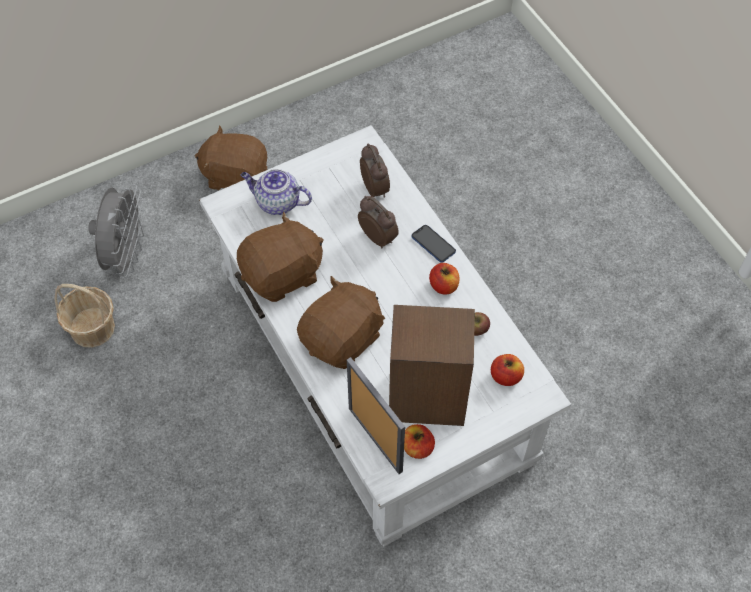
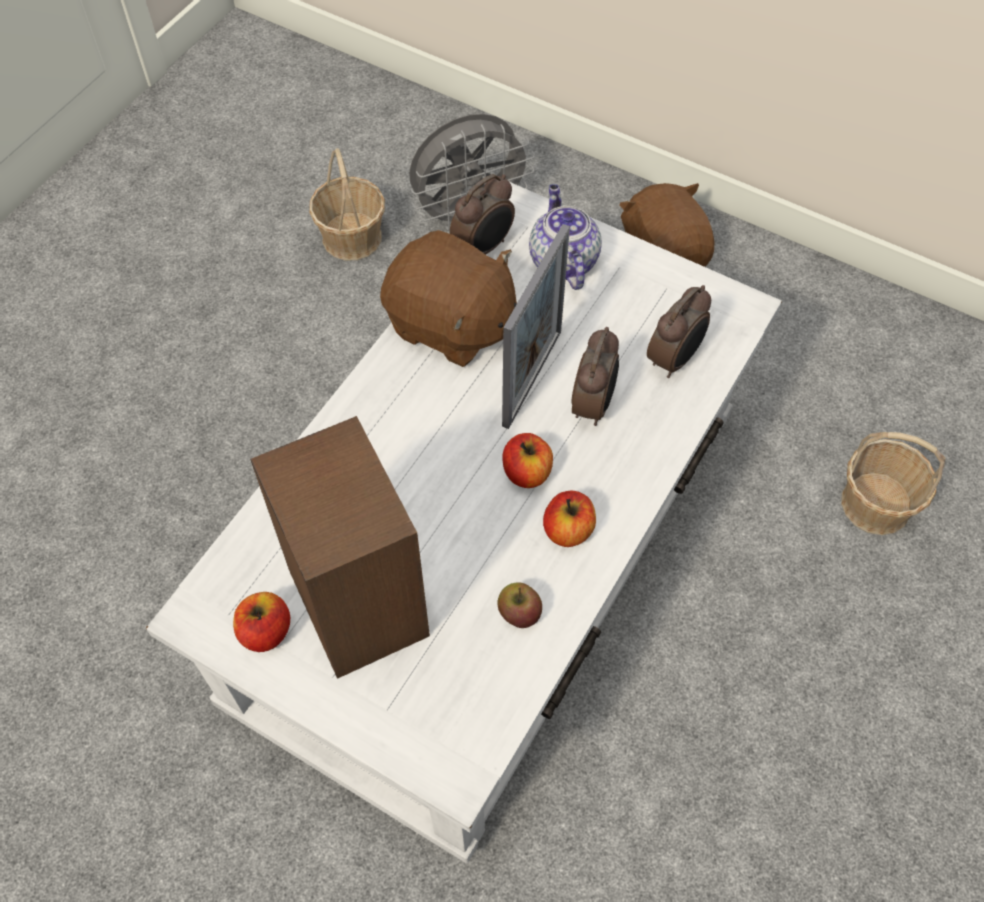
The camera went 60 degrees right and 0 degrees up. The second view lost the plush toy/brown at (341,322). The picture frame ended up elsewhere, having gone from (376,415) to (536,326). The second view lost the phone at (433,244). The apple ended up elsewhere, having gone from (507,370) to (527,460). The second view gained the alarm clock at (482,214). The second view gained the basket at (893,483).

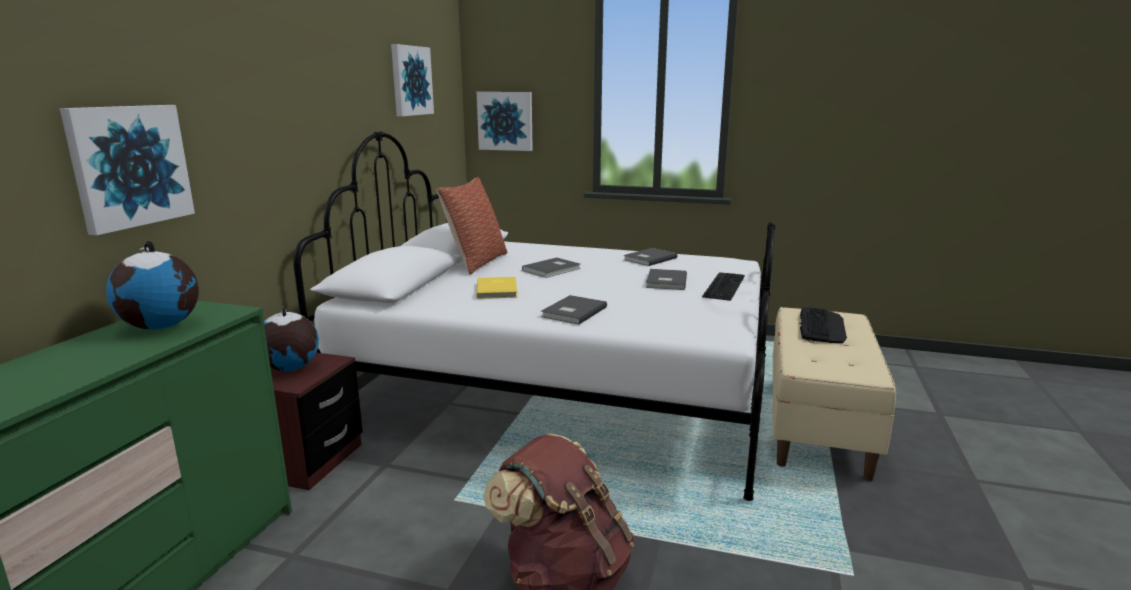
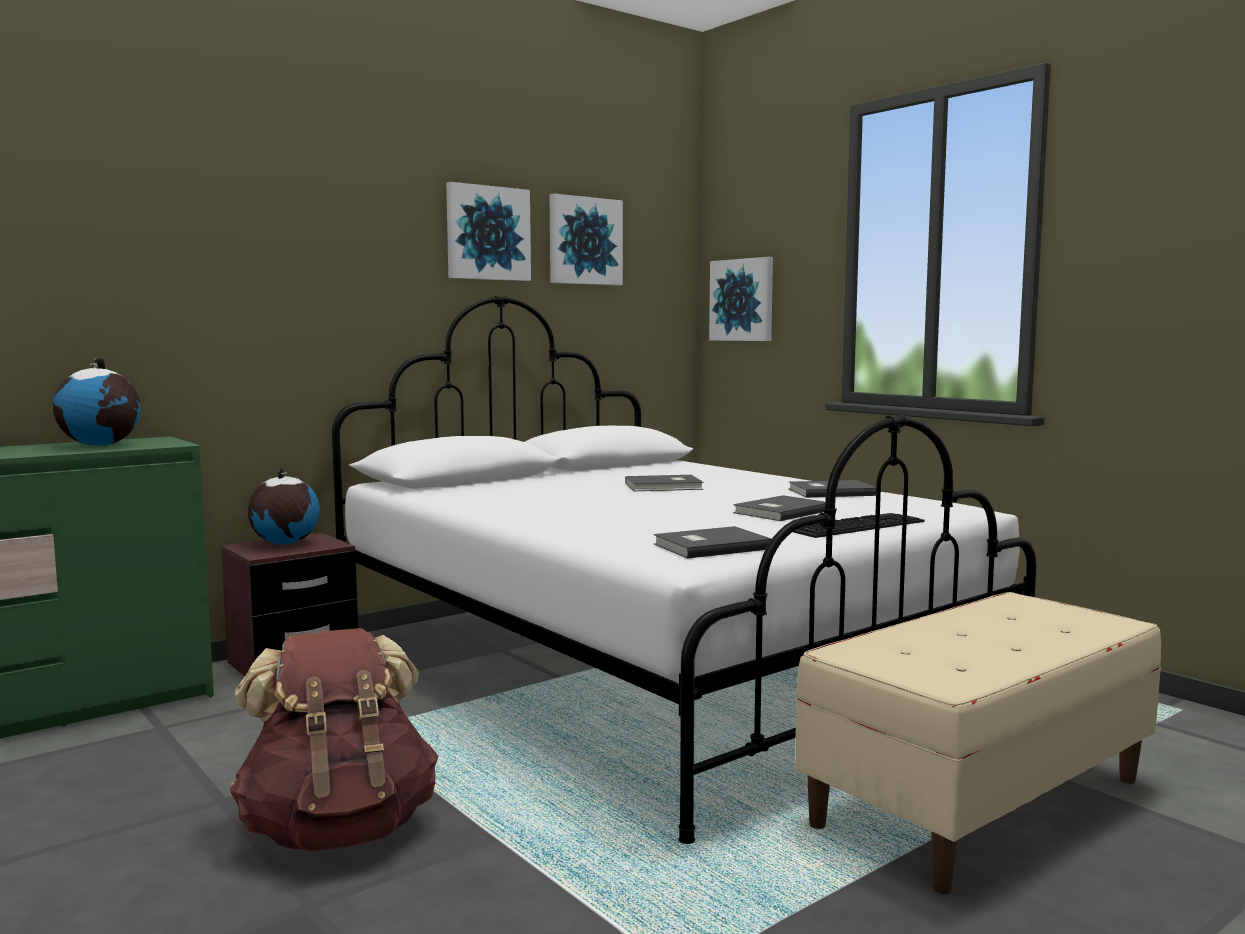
The camera went 35 degrees right and 10 degrees down. The picture ended up elsewhere, having gone from (127,170) to (488,231). The second view lost the pillow at (471,225). The second view lost the book/yellow at (497,288). The book/grey ended up elsewhere, having gone from (574,310) to (713,542). The second view lost the keyboard at (823,325).

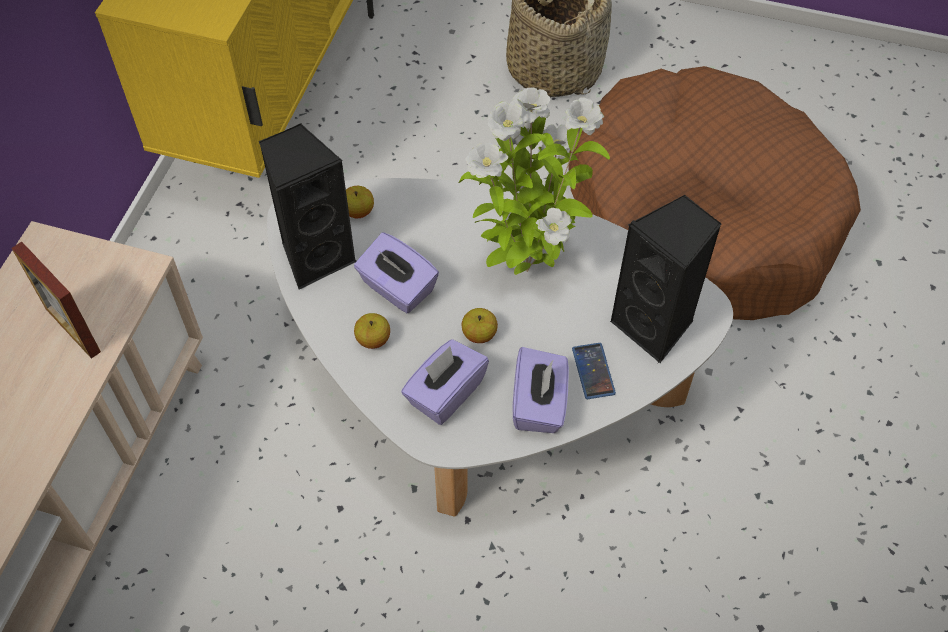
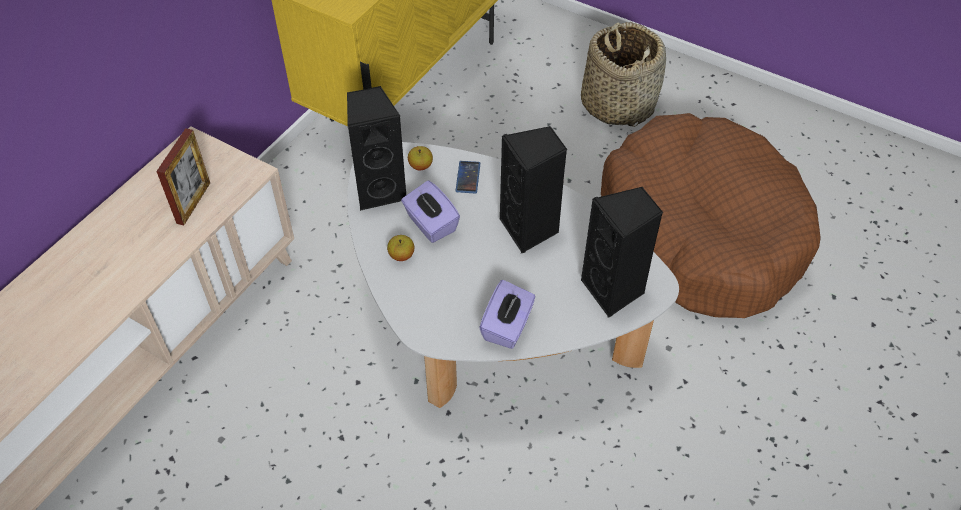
The camera went 15 degrees right and 5 degrees down. The picture frame at (56,300) ended up facing another way, 135 degrees counterclockwise from before. The second view lost the tissue box/purple at (445,382). Where the potted plant stood at (534,181), the speaker/black came to stand at (533,189). The second view lost the apple at (480,325). The phone ended up elsewhere, having gone from (594,371) to (468,177).

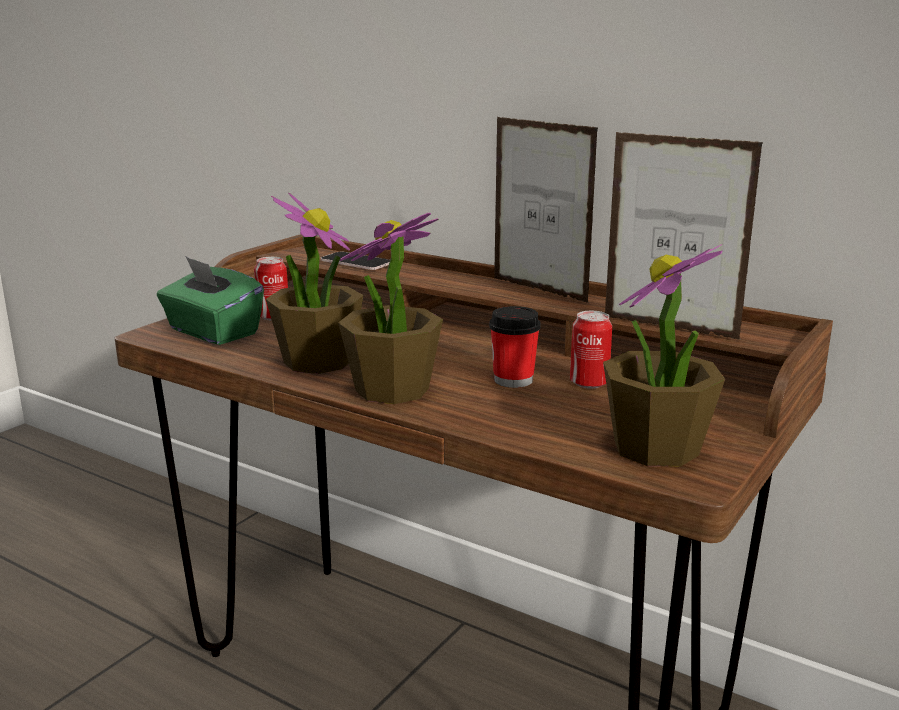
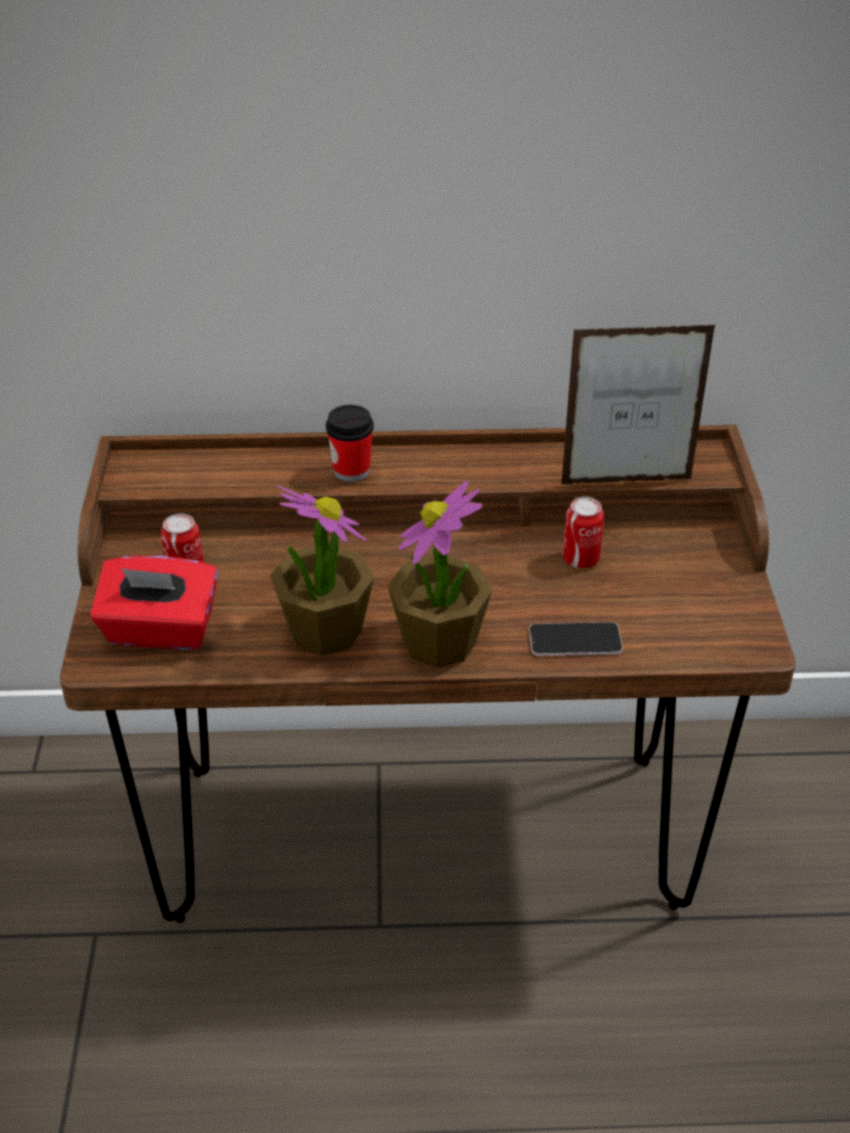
The camera went 35 degrees left and 20 degrees up. What was the tissue box/green at (210,301) turned into the tissue box/red at (154,603). The phone ended up elsewhere, having gone from (355,261) to (576,639). The cup ended up elsewhere, having gone from (515,347) to (350,443). The second view lost the picture frame at (546,210). The second view lost the potted plant at (664,355).

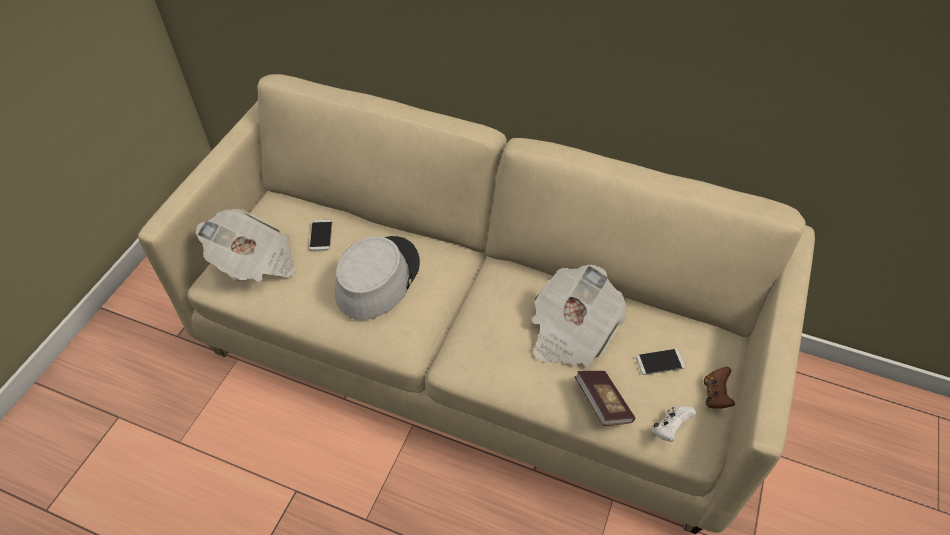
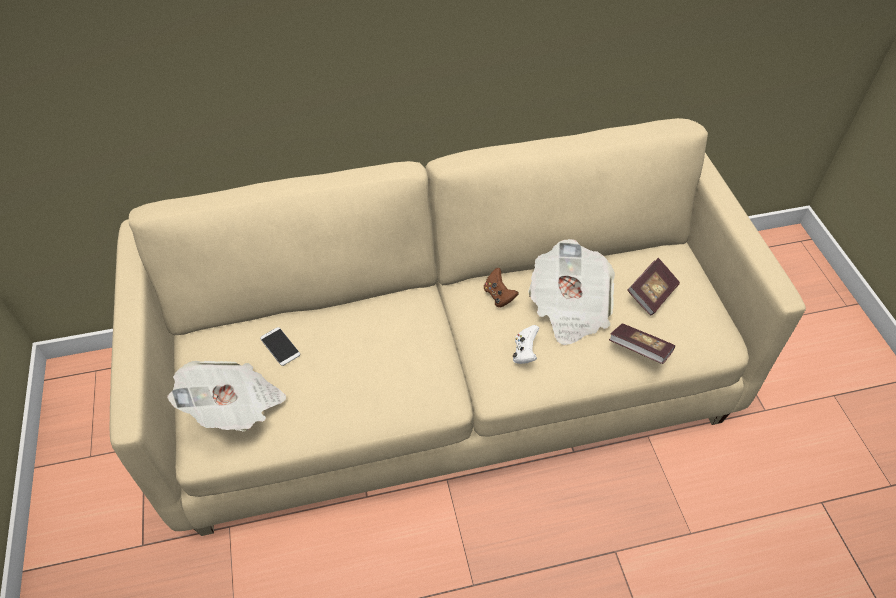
The camera went 35 degrees left and 0 degrees up. The second view lost the hat/grey at (377,278). Where the phone stood at (660,362), the book came to stand at (654,286). The game controller/white ended up elsewhere, having gone from (674,424) to (526,344). The game controller/brown ended up elsewhere, having gone from (719,388) to (501,288).

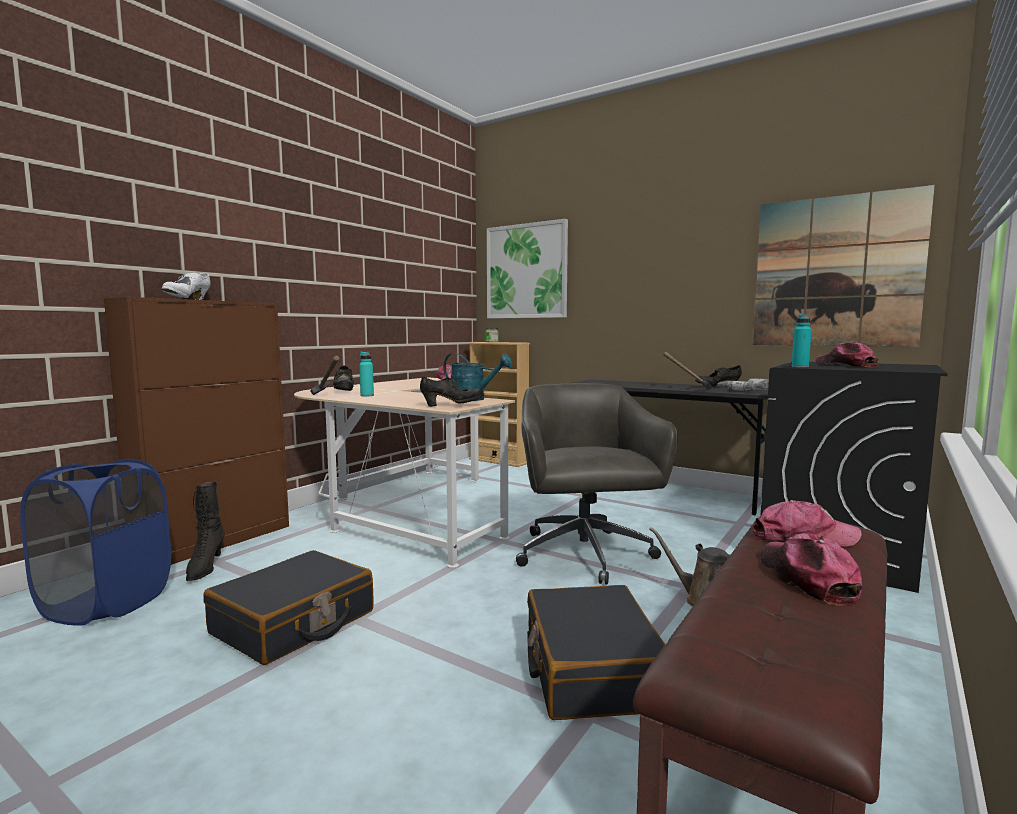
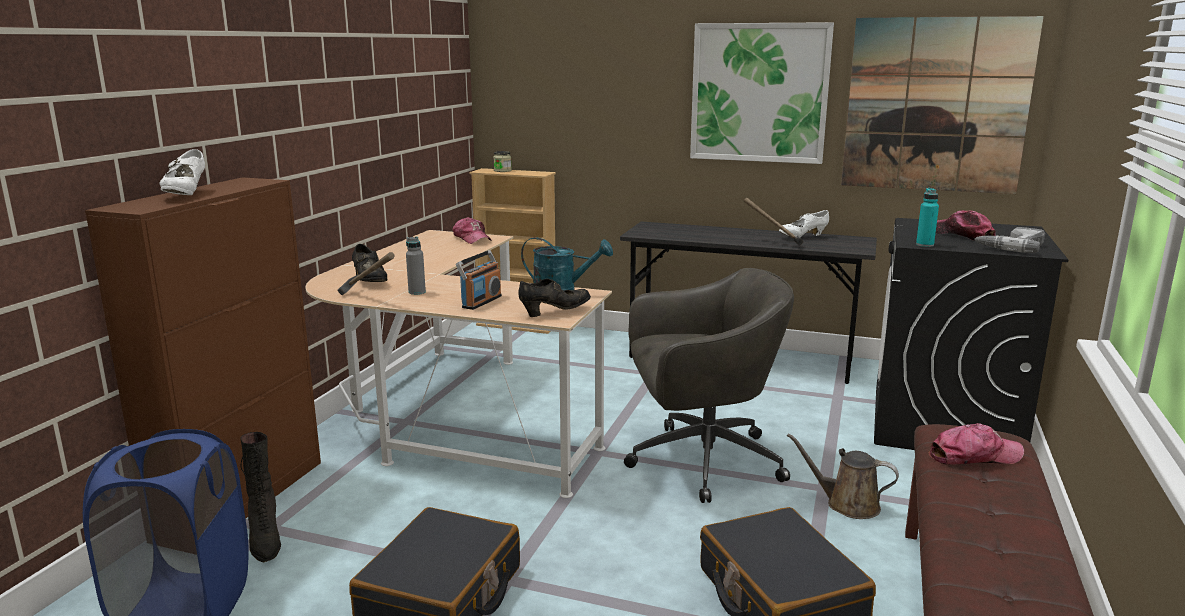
The camera went 15 degrees left and 10 degrees up. What was the bottle/turquoise at (366,374) turned into the bottle/grey at (416,265). The picture ended up elsewhere, having gone from (527,269) to (762,93). The office chair/grey at (597,484) ended up facing another way, 105 degrees clockwise from before. What was the shoe/black at (718,376) turned into the shoe/white at (804,223). The power drill ended up elsewhere, having gone from (743,384) to (1009,240). The second view lost the cap at (812,569). The second view gained the radio at (479,280).

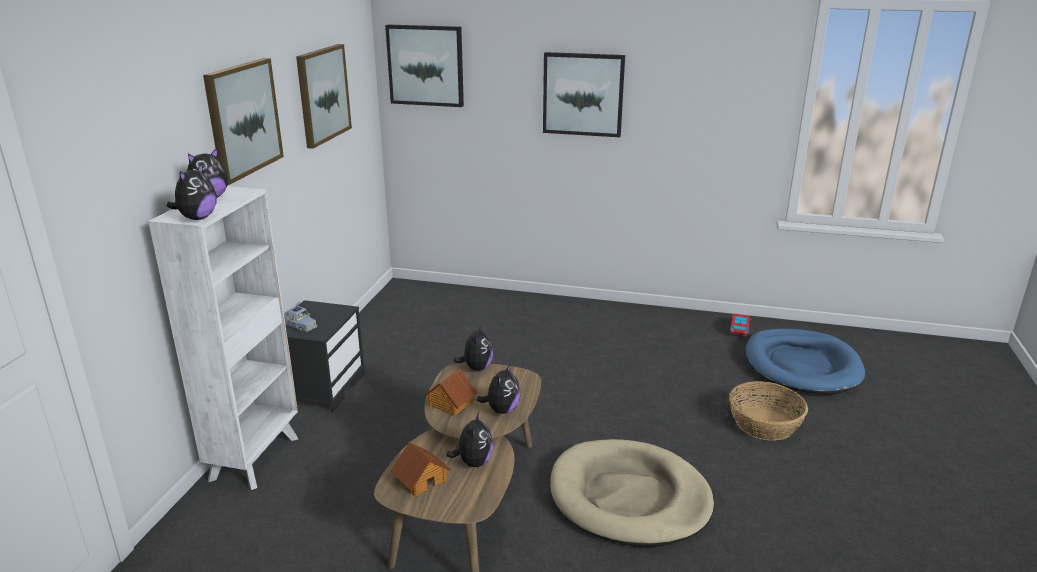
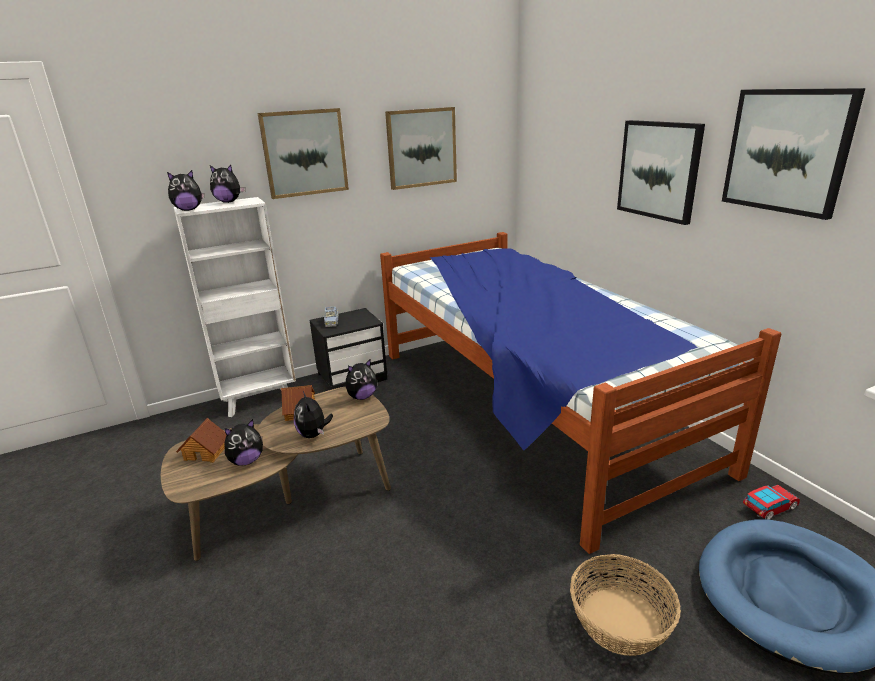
The camera went 50 degrees right and 0 degrees up. The picture ended up elsewhere, having gone from (424,66) to (793,154). The plush toy at (499,388) ended up facing another way, 90 degrees clockwise from before. The second view lost the dog bed/beige at (632,493). The second view gained the bed at (580,393).

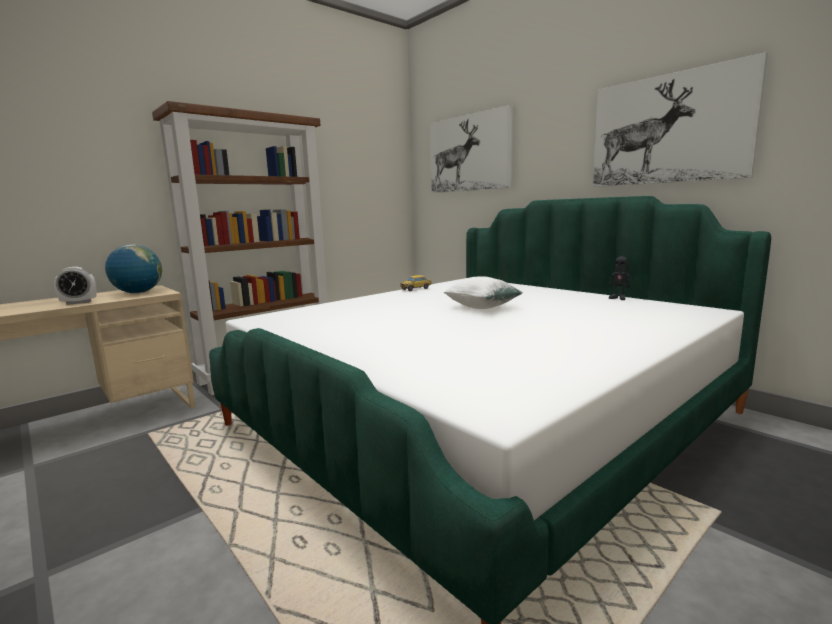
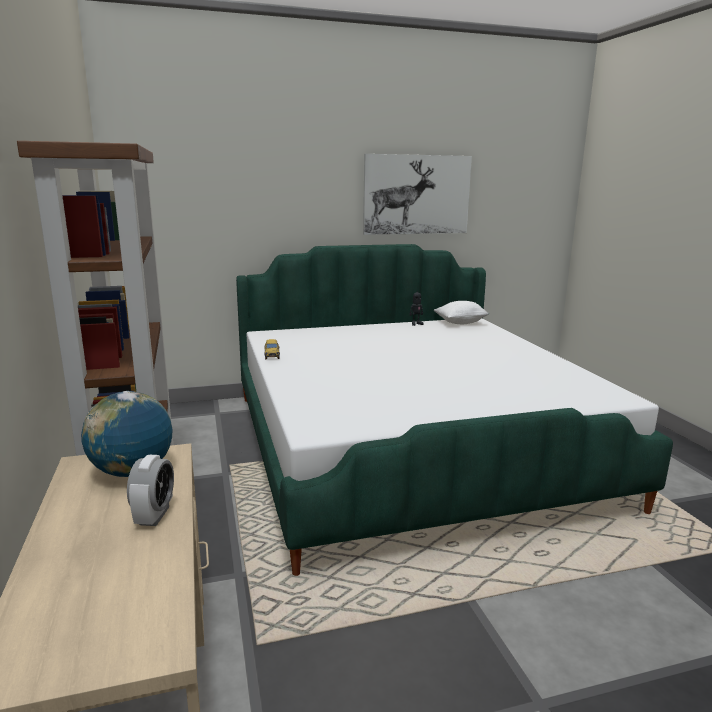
The camera went 65 degrees left and 5 degrees up. The second view lost the picture at (471,149). The pillow/white ended up elsewhere, having gone from (483,292) to (461,312).

